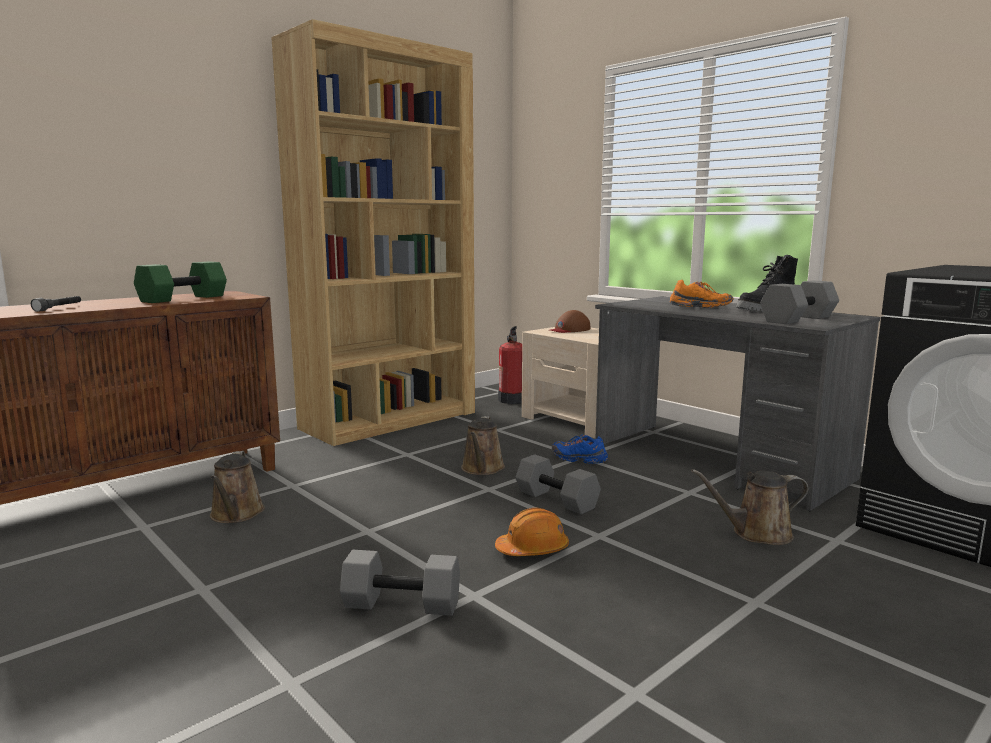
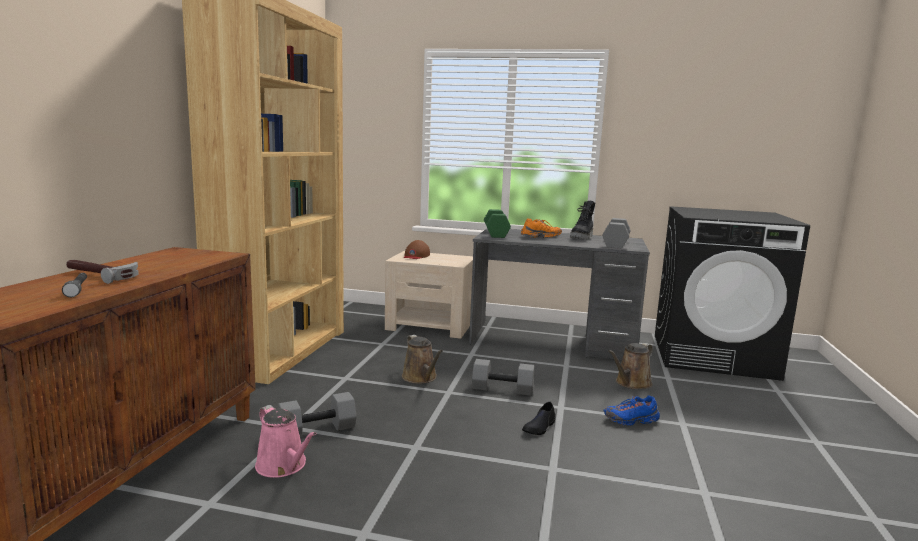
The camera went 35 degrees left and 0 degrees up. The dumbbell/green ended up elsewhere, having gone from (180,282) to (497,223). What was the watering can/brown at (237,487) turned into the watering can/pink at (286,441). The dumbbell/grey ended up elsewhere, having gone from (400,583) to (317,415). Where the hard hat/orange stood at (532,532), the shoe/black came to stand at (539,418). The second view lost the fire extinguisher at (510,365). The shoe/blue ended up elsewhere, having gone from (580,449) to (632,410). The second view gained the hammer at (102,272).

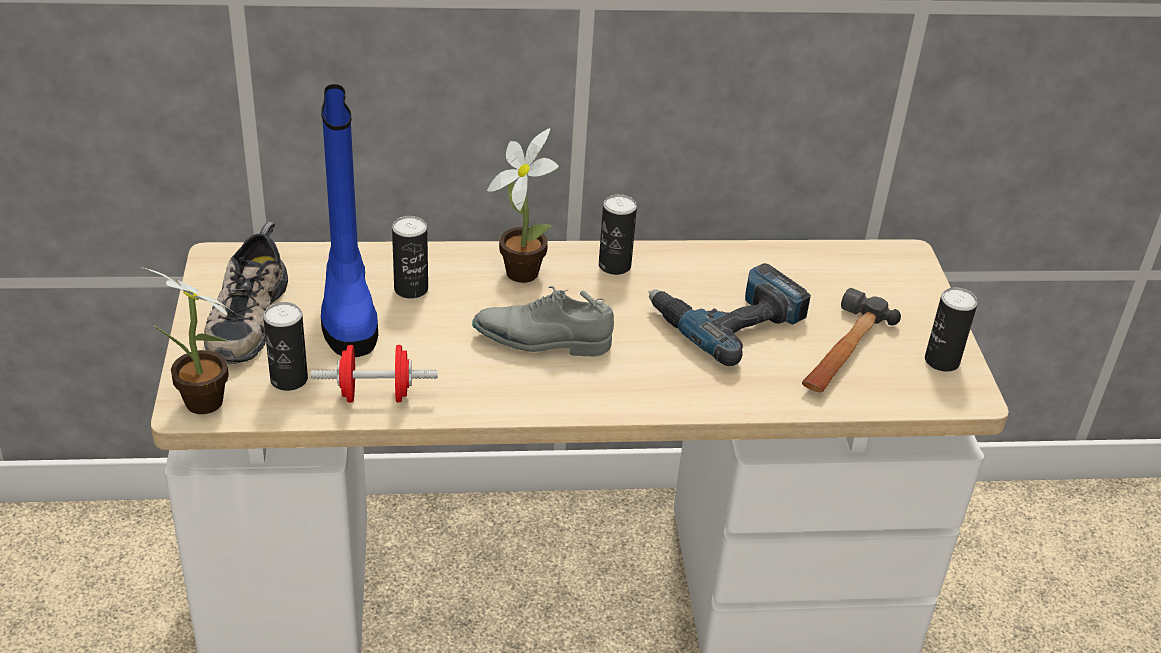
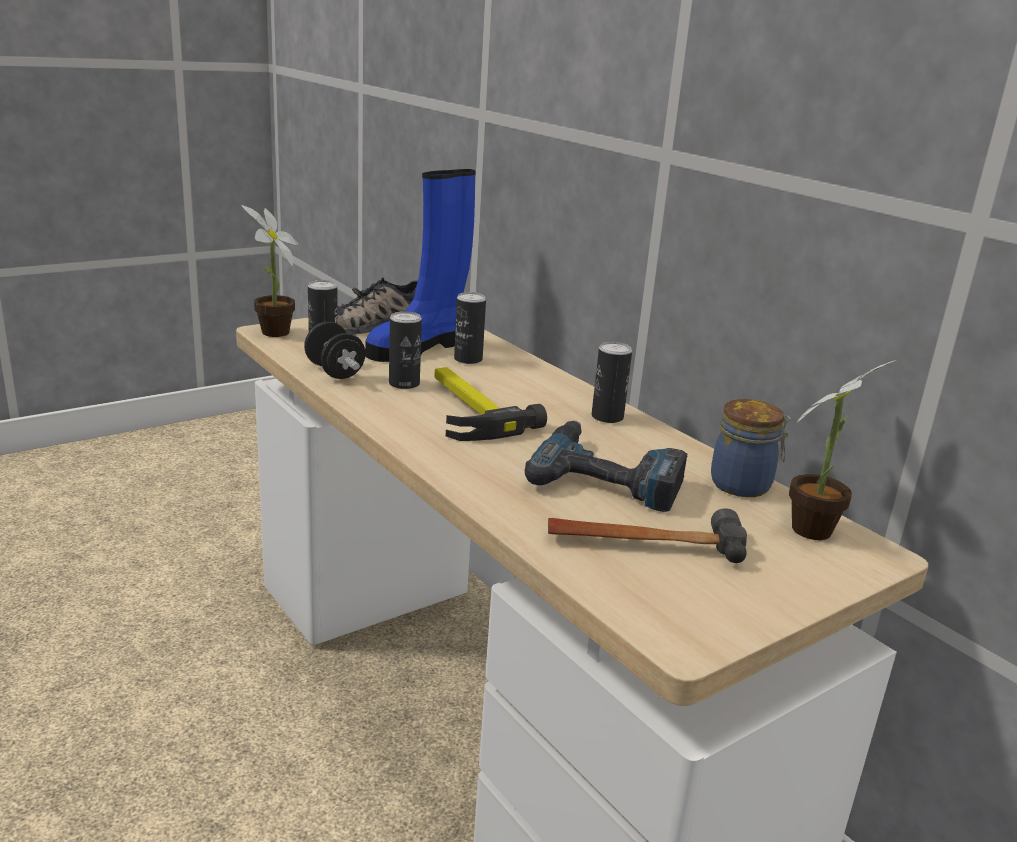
The camera went 60 degrees right and 15 degrees down. What was the dumbbell/red at (374,374) turned into the dumbbell/black at (335,350). Where the shoe/grey stood at (543,321), the hammer came to stand at (491,404). The potted plant ended up elsewhere, having gone from (523,205) to (842,450). The can ended up elsewhere, having gone from (951,329) to (405,350). The second view gained the jar at (751,448).

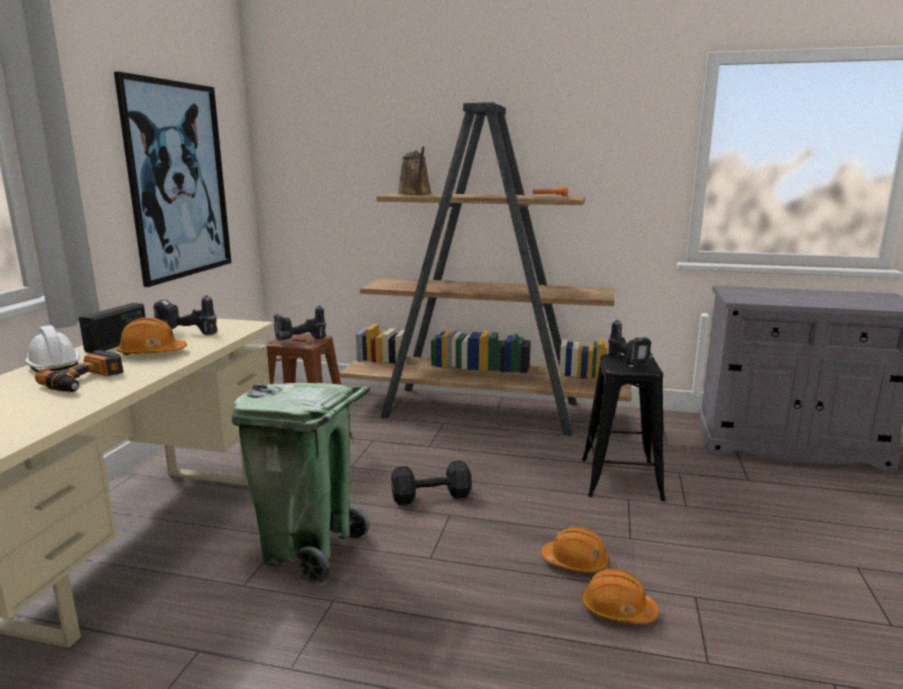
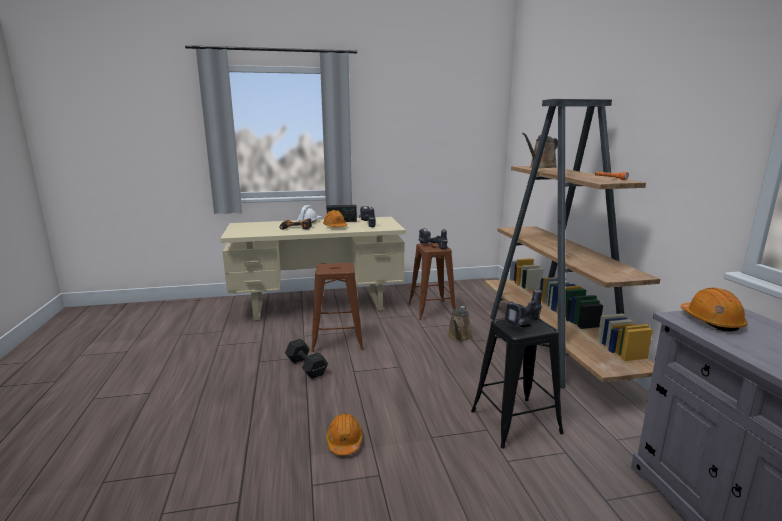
The camera went 65 degrees right and 0 degrees up. The second view lost the picture at (172,179). Where the trash can/green stood at (300,484), the stool/brown came to stand at (337,307). The dumbbell/black ended up elsewhere, having gone from (431,483) to (306,359). The hard hat/orange ended up elsewhere, having gone from (575,549) to (714,310). The second view gained the watering can/brown at (460,324).

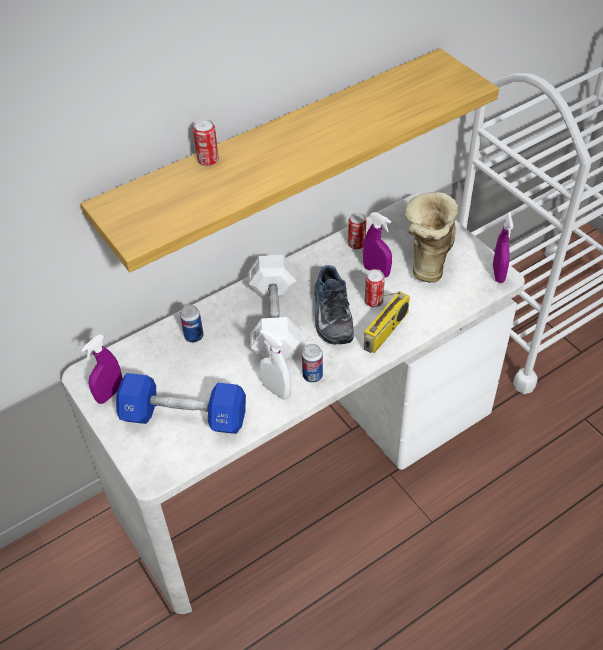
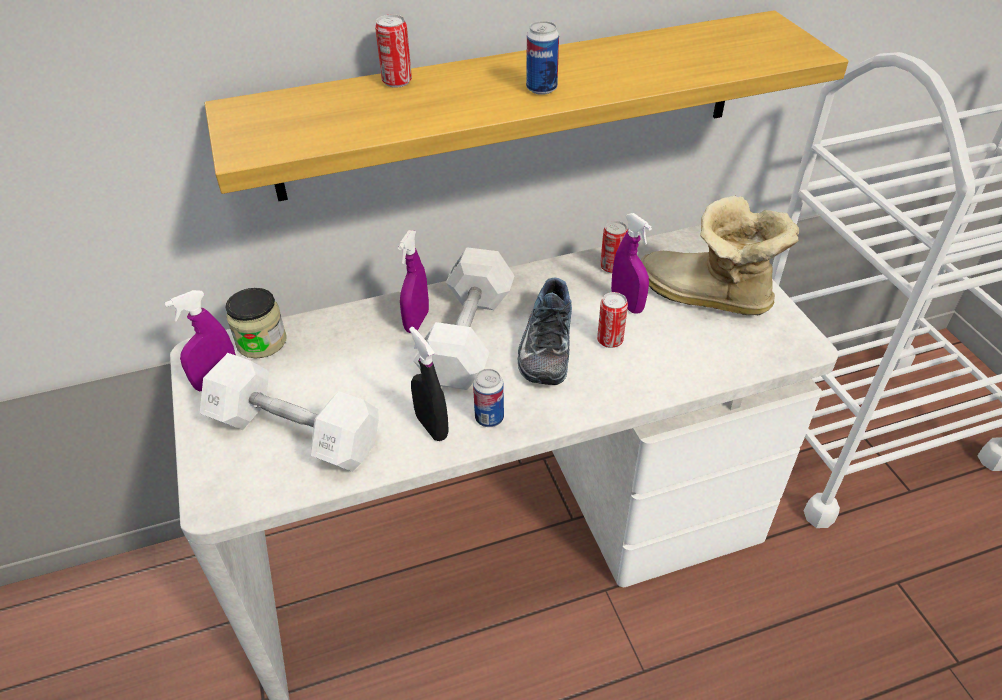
The camera went 15 degrees right and 5 degrees down. What was the dumbbell/blue at (181,403) turned into the dumbbell/white at (289,412). The can ended up elsewhere, having gone from (192,324) to (542,58). What was the spray bottle/white at (275,364) turned into the spray bottle/black at (429,384). The second view lost the radio at (387,322). The boot at (431,237) ended up facing another way, 90 degrees counterclockwise from before. The spray bottle/purple ended up elsewhere, having gone from (503,248) to (413,281). The second view gained the jar at (256,323).

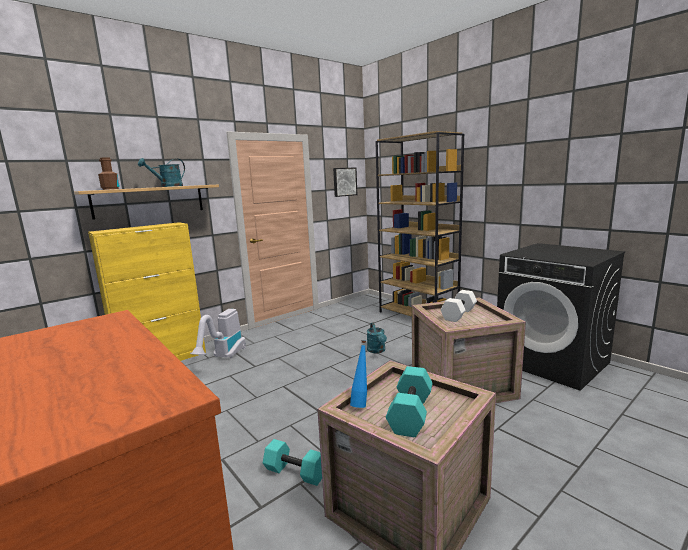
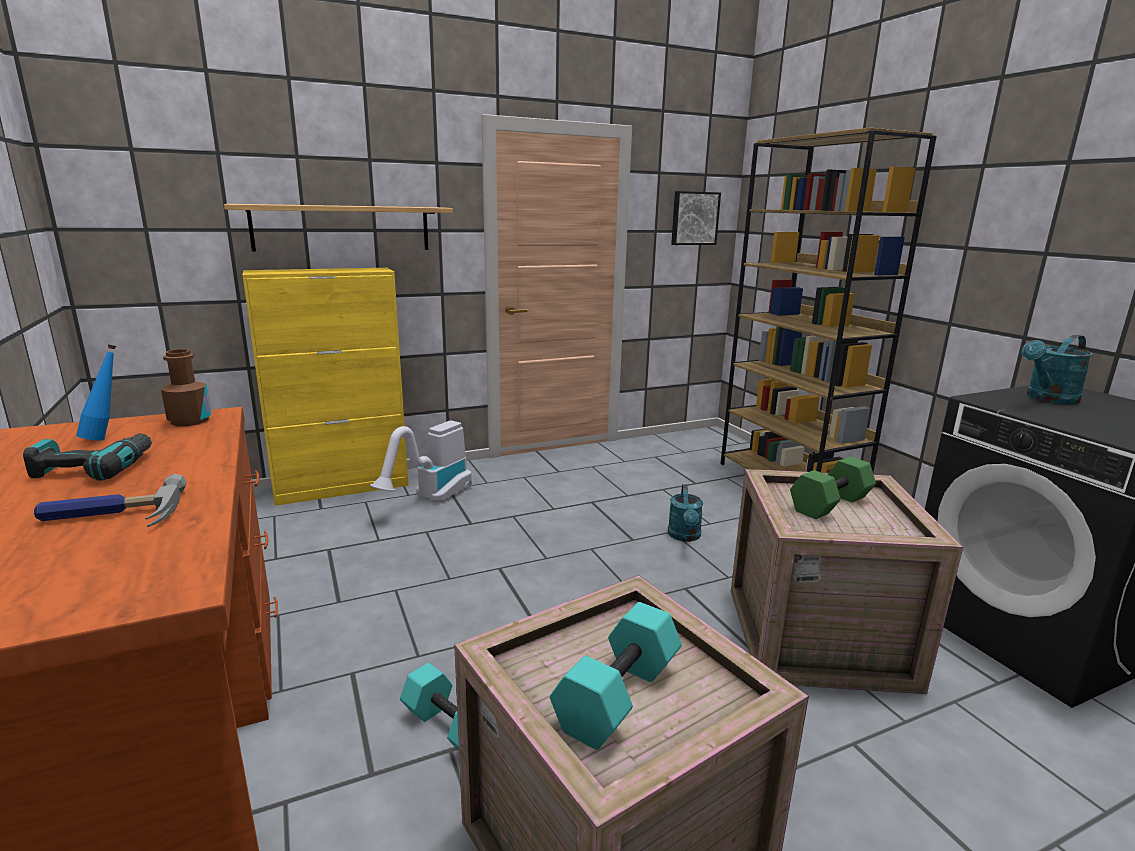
The camera went 15 degrees right and 5 degrees up. The bottle/brown ended up elsewhere, having gone from (109,173) to (186,387). The watering can/turquoise ended up elsewhere, having gone from (161,172) to (1056,370). The bottle/blue ended up elsewhere, having gone from (358,374) to (96,392). What was the dumbbell/white at (458,306) turned into the dumbbell/green at (833,488). The second view gained the power drill at (87,457). The second view gained the hammer at (110,500).

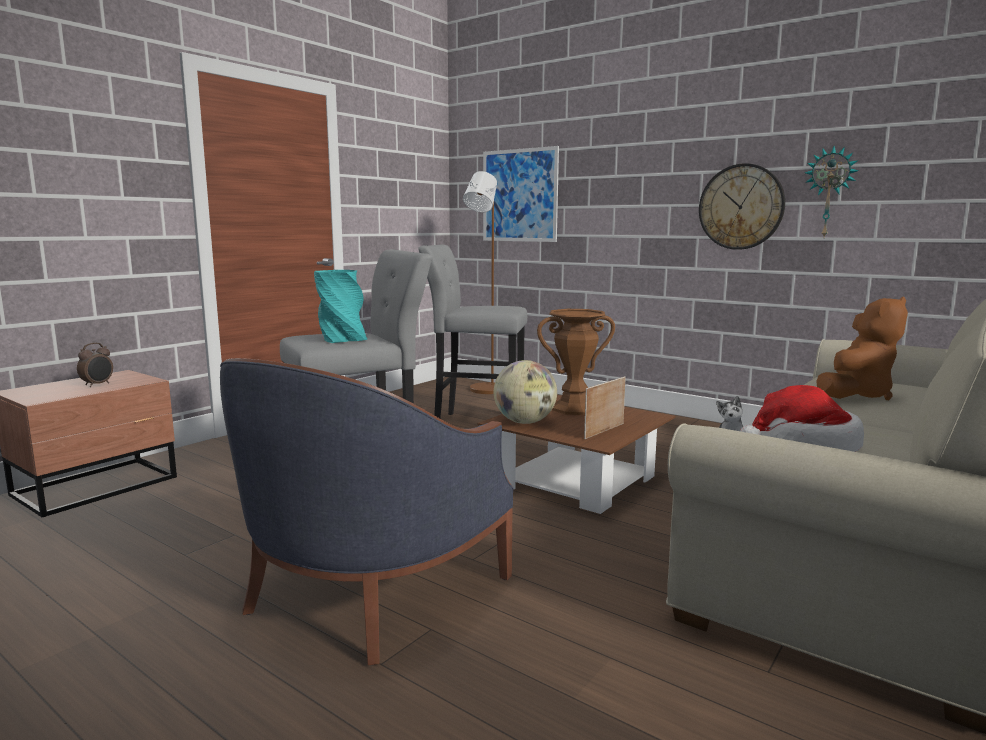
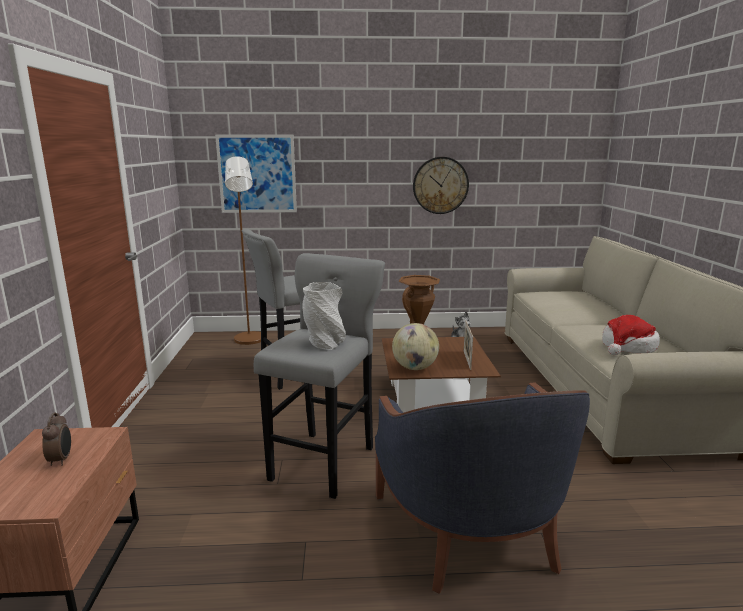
The camera went 40 degrees left and 5 degrees up. What was the vase/turquoise at (340,306) turned into the vase/grey at (324,316). The second view lost the wall clock at (832,191). The second view lost the plush toy/brown at (862,348).

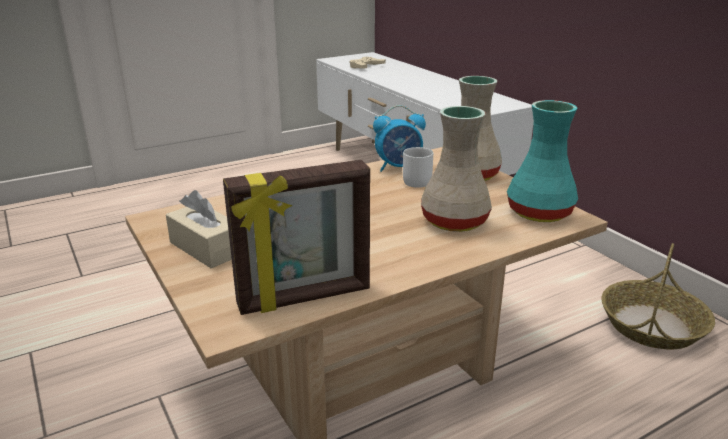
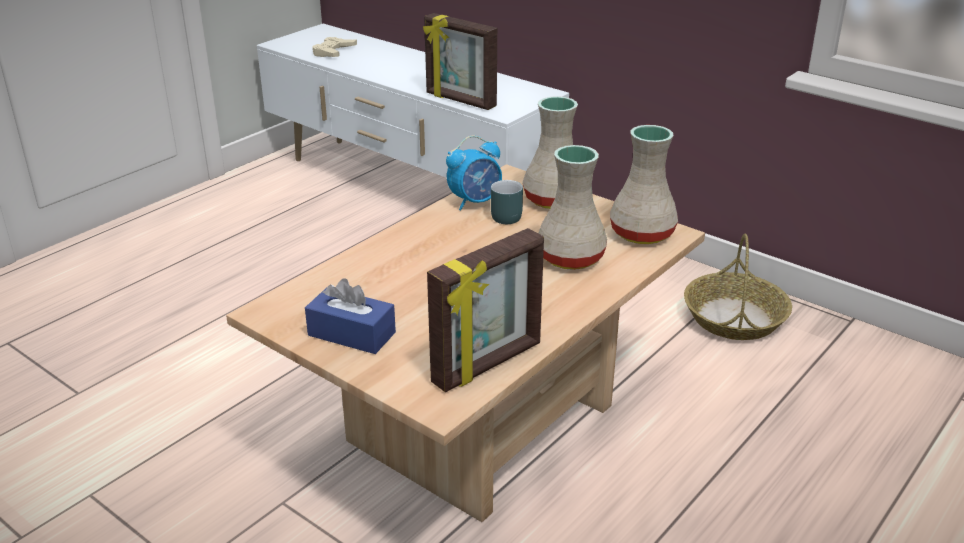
The camera went 20 degrees left and 5 degrees up. What was the tissue box/beige at (199,229) turned into the tissue box/blue at (350,316). What was the mug/white at (418,167) turned into the mug/turquoise at (507,202). What was the vase/turquoise at (542,161) turned into the vase/beige at (644,184). The second view gained the picture frame at (460,61).

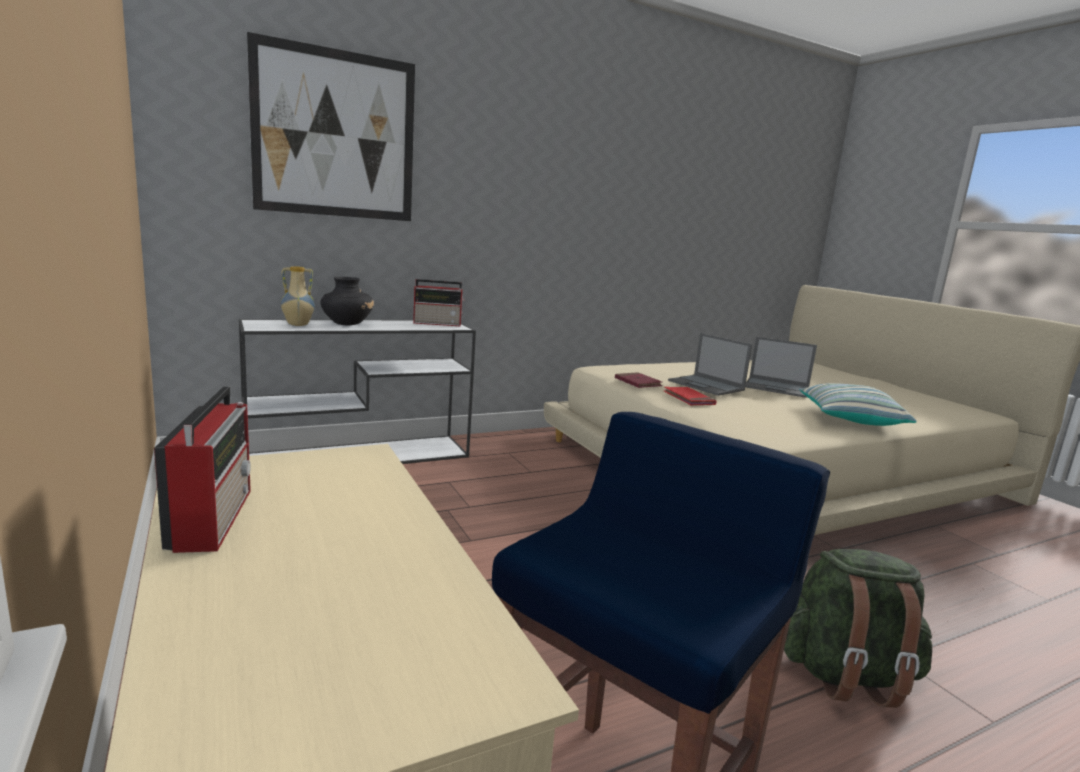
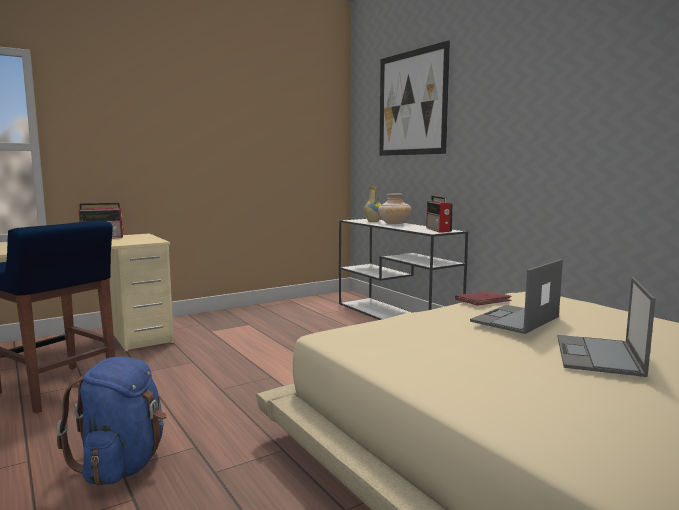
The camera went 85 degrees right and 5 degrees down. What was the vase/black at (347,301) turned into the vase/beige at (394,208). The second view lost the book/red at (690,396). What was the backpack/green at (858,628) turned into the backpack/blue at (112,421). The second view lost the pillow at (858,404).

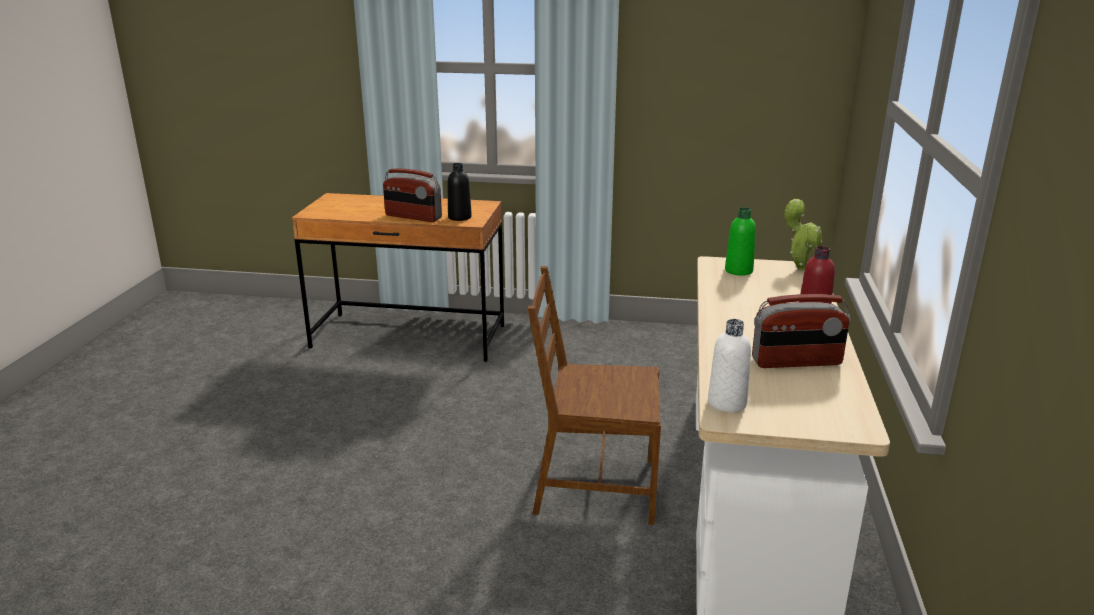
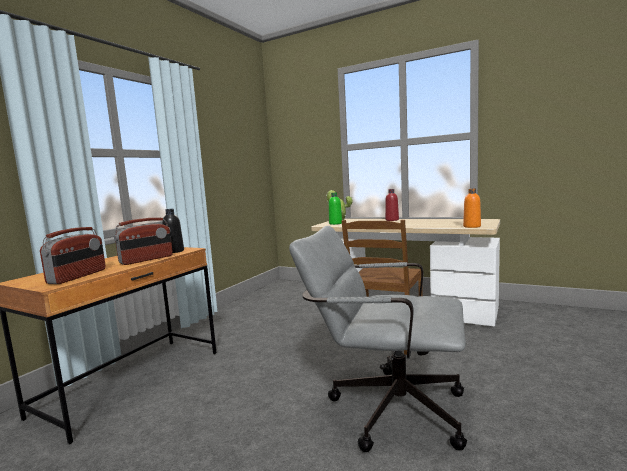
The camera went 70 degrees left and 15 degrees down. What was the bottle/white at (729,365) turned into the bottle/orange at (472,208). The radio ended up elsewhere, having gone from (801,331) to (73,255). The second view gained the office chair/grey at (378,339).

